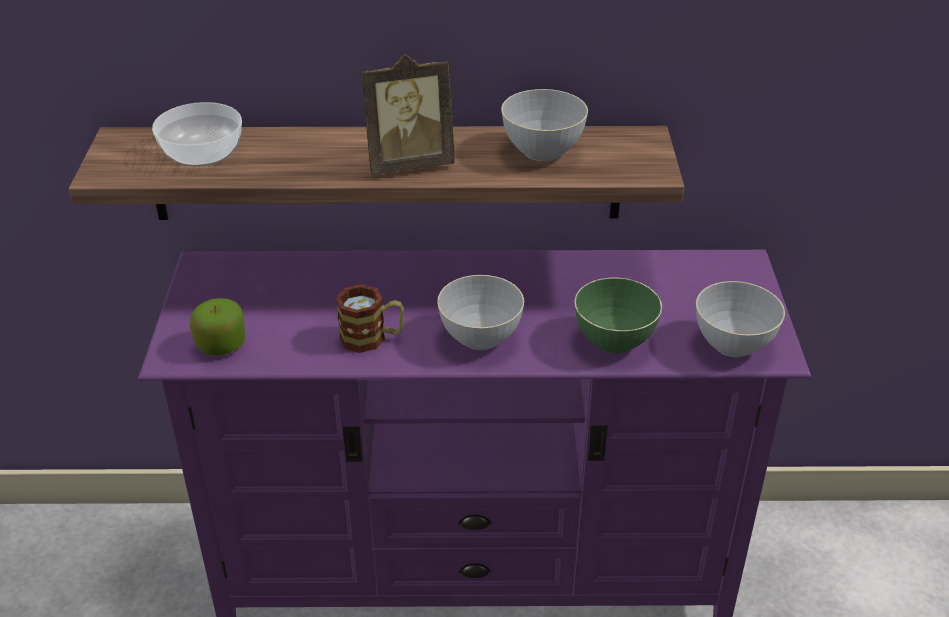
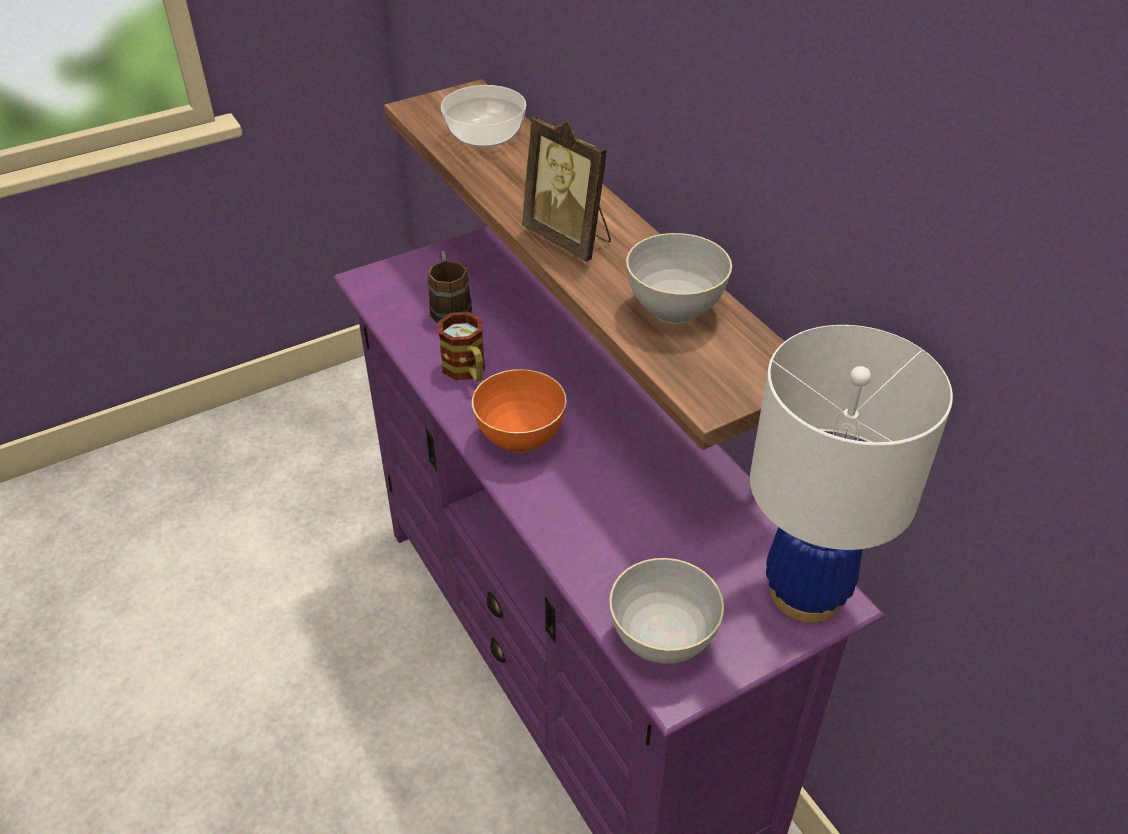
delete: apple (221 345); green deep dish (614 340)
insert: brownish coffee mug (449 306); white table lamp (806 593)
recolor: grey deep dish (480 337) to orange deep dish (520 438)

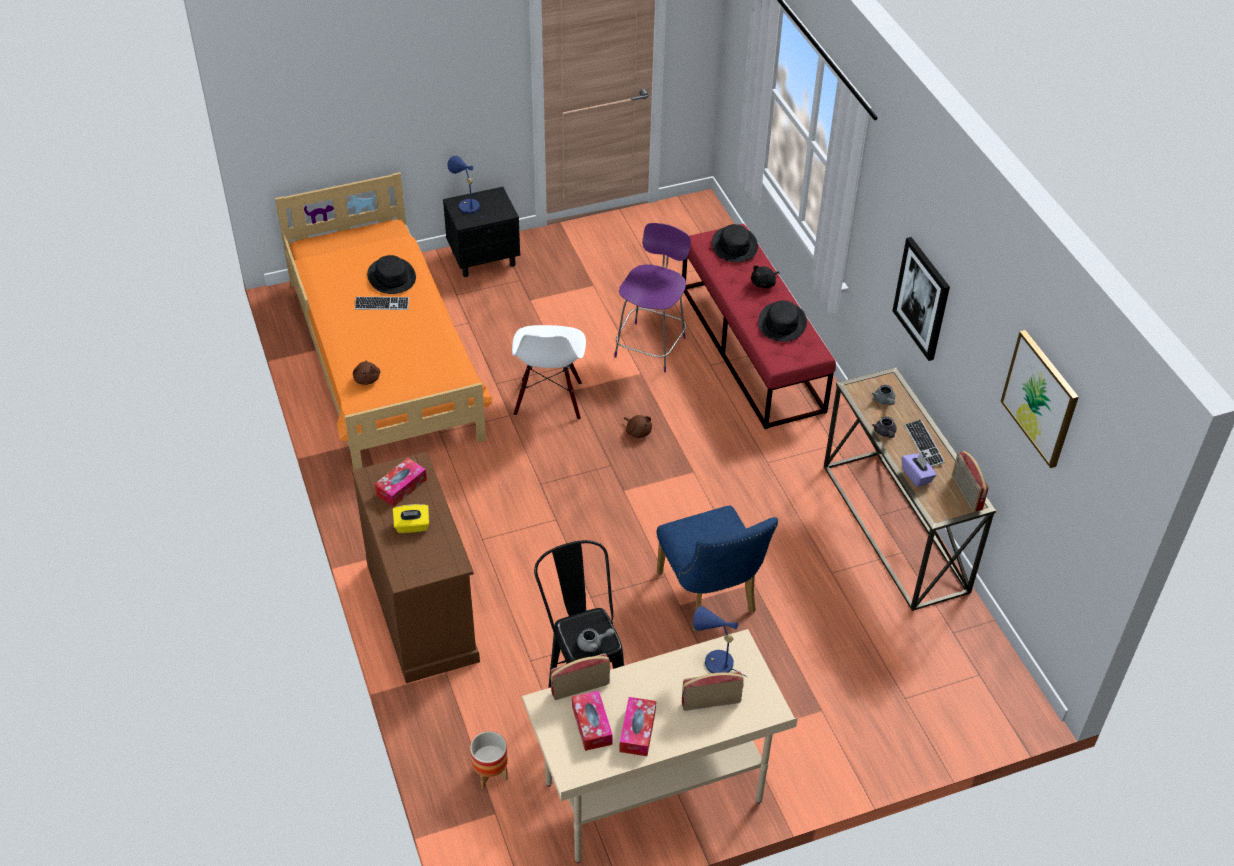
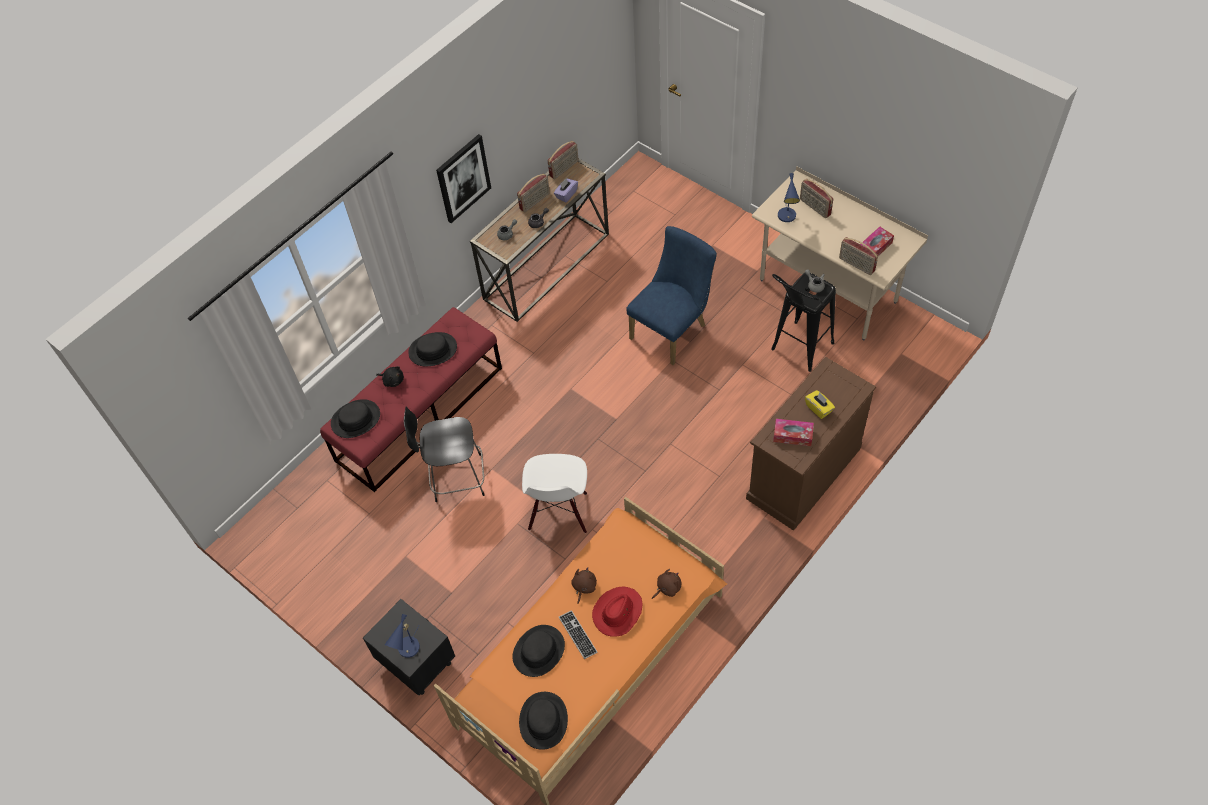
delete: plant pot (490 773); tissue holder (637 731); wall picture (1040 398)
insert: black-coloured hat (543 721); red hat (618 612)
move: brownish soft toy (638 431) to (584 587)
replace: PC keyboard (924 444) to radio set (535 201)
recolor: purplish upright chair (651 345) to black-coloured upright chair (455 478)
rotate: white upright chair (549 400) = (559 512) 120 degrees clockwise

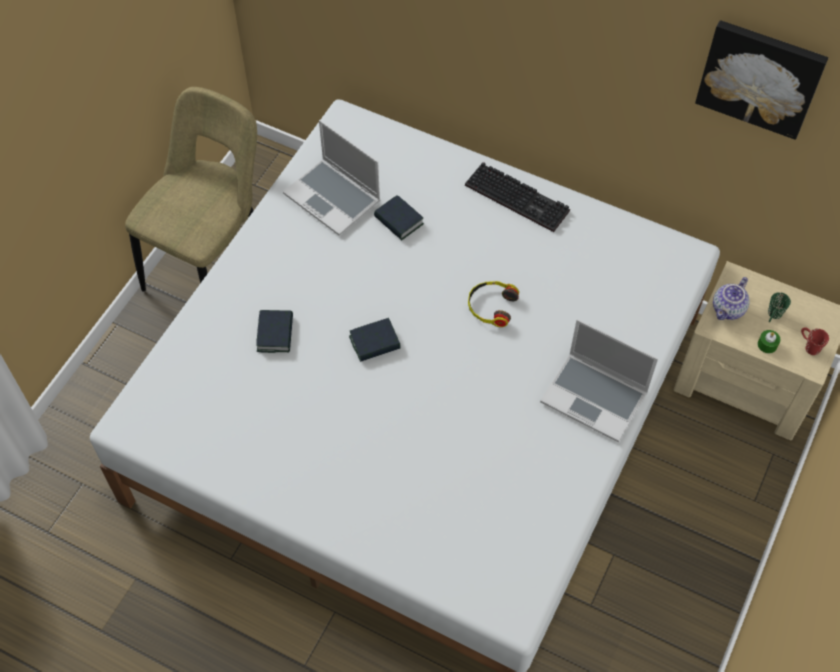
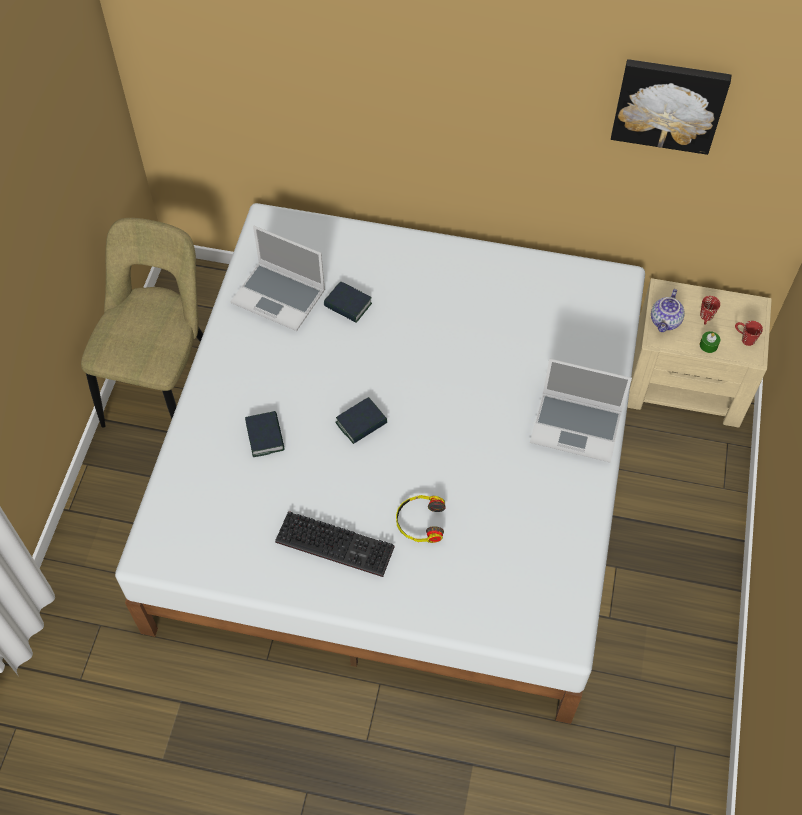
move: PC keyboard (519 198) to (337 543); headphones (491 306) to (420 522)
recolor: green coffee mug (773 316) to red coffee mug (705 319)

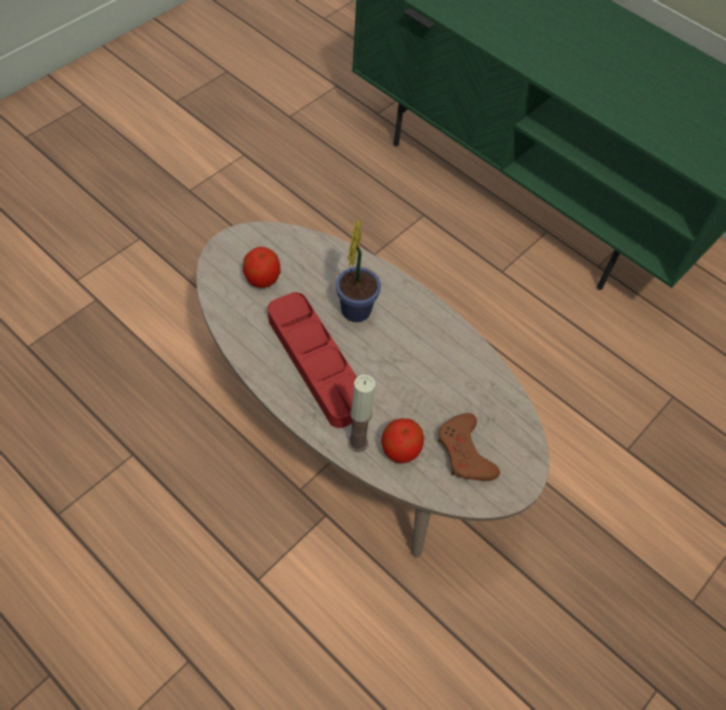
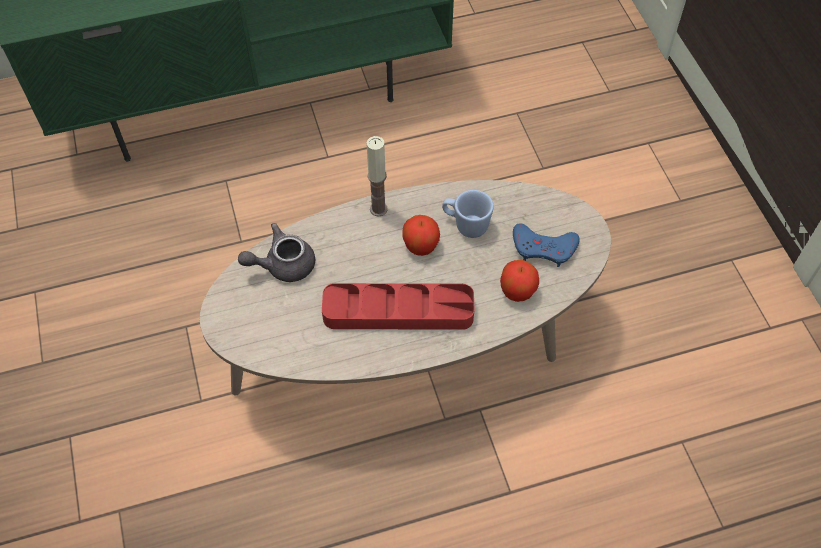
delete: houseplant (357 307)
insert: grey teapot (282 265); bluish coffee mug (465 225)
move: wax light (357 442) to (378 209); apple (262 279) to (421 246)
recolor: brownish game controller (465 452) to bluish game controller (544 248)

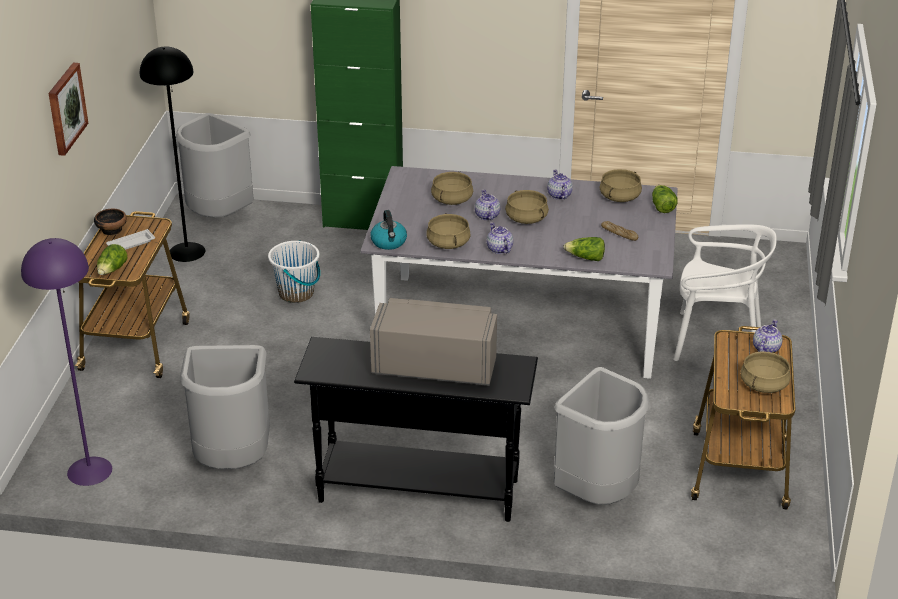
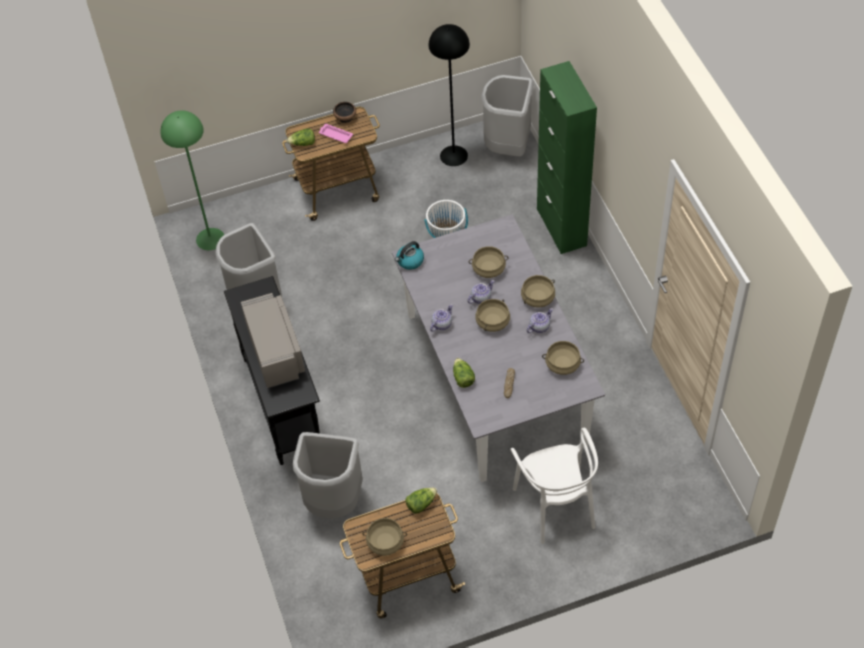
delete: wall picture (65 108); teapot (765 348)
move: head of lettuce (662 206) to (421 503); sand-coloured stockpot (448 243) to (538 298)
recolor: purplish standing lamp (89 471) to green standing lamp (210 238); white tray (130 244) to pink-coloured tray (335 135)

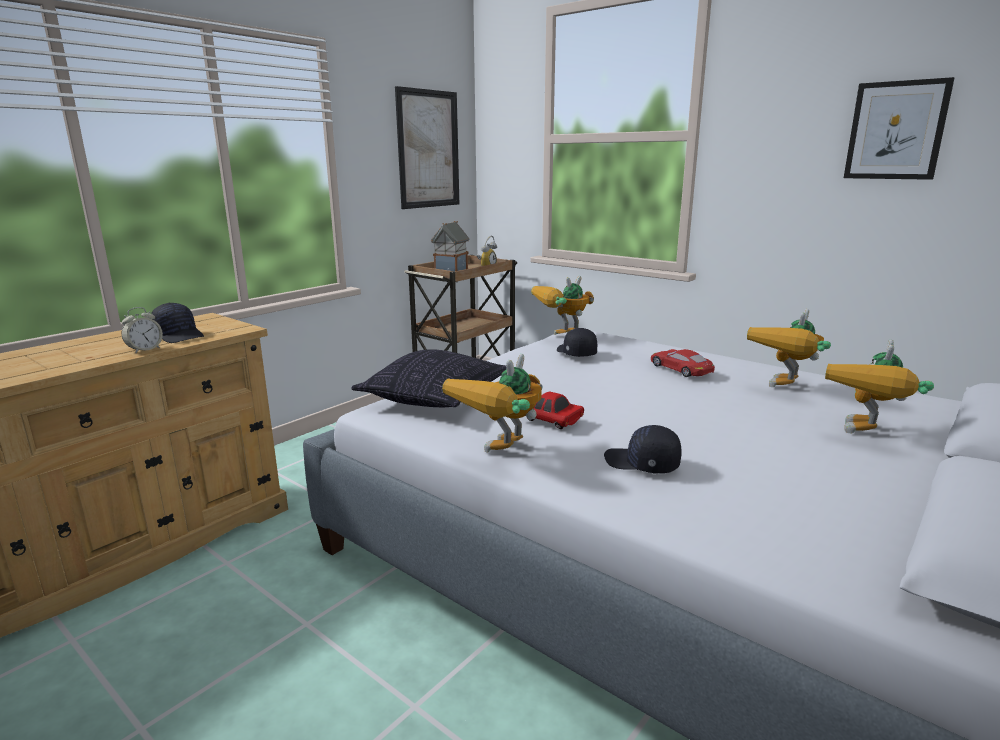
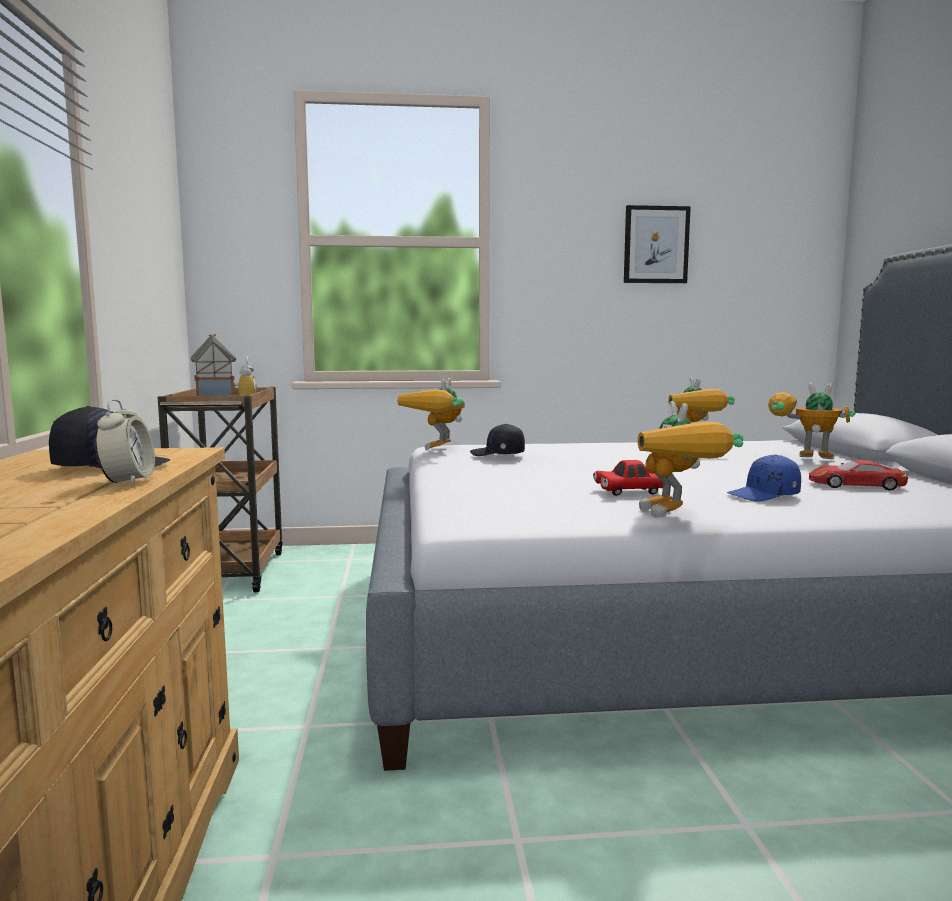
delete: pillow (435 398); wall picture (428 149)
move: red miniature car (681 368) to (856 485)
recolor: black-coloured baseball cap (641 464) to bluish baseball cap (764 495)
rotate: model robot (867 436) = (800 459) 135 degrees clockwise

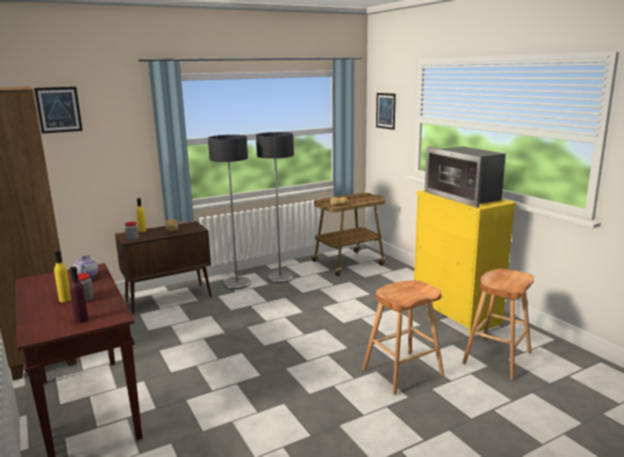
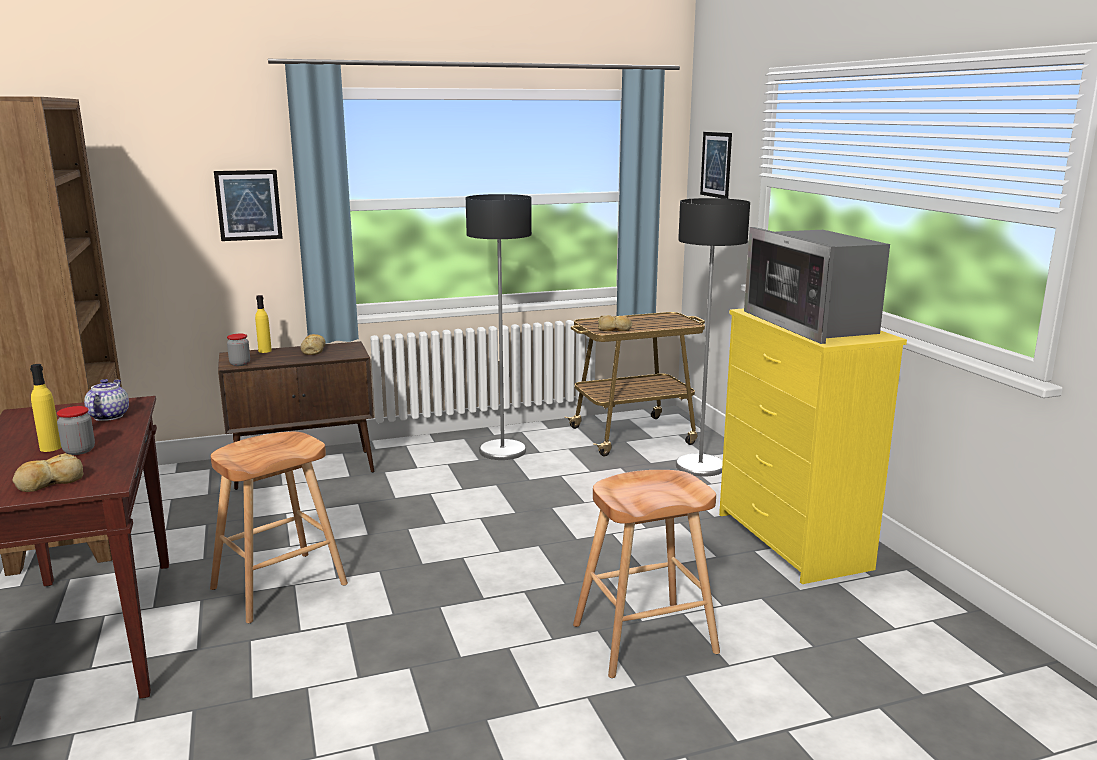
move: brownish stool (497 358) to (279 587); wall picture (59 109) to (248 205); standing lamp (237 284) to (700 466)
replace: purplish beverage bottle (81 320) to bread (49 482)

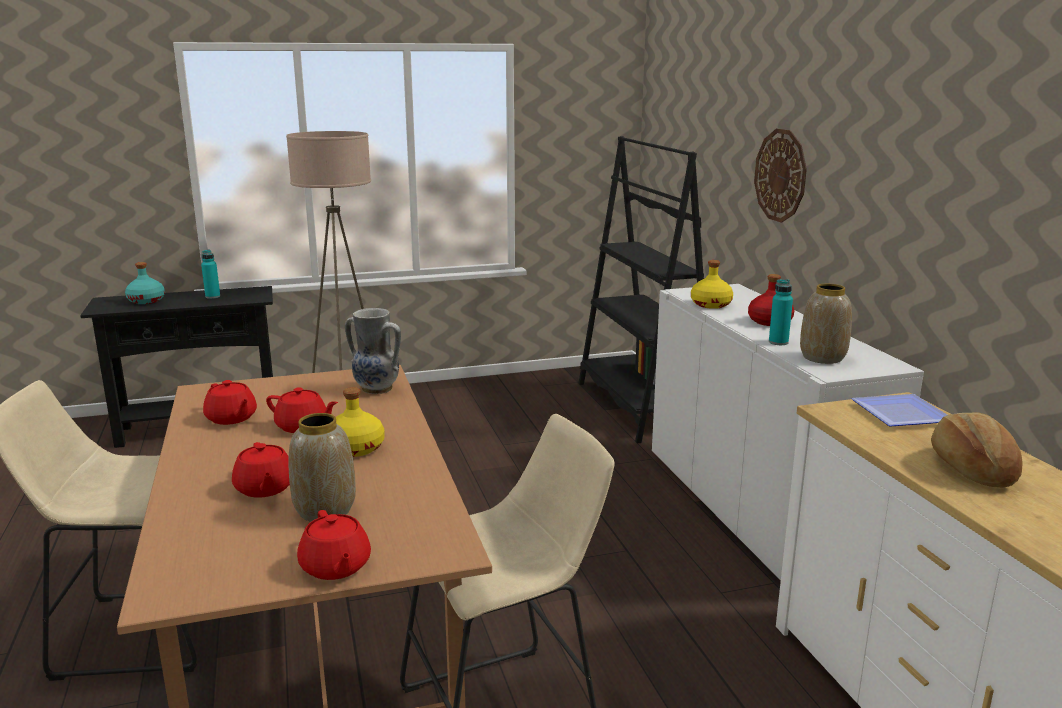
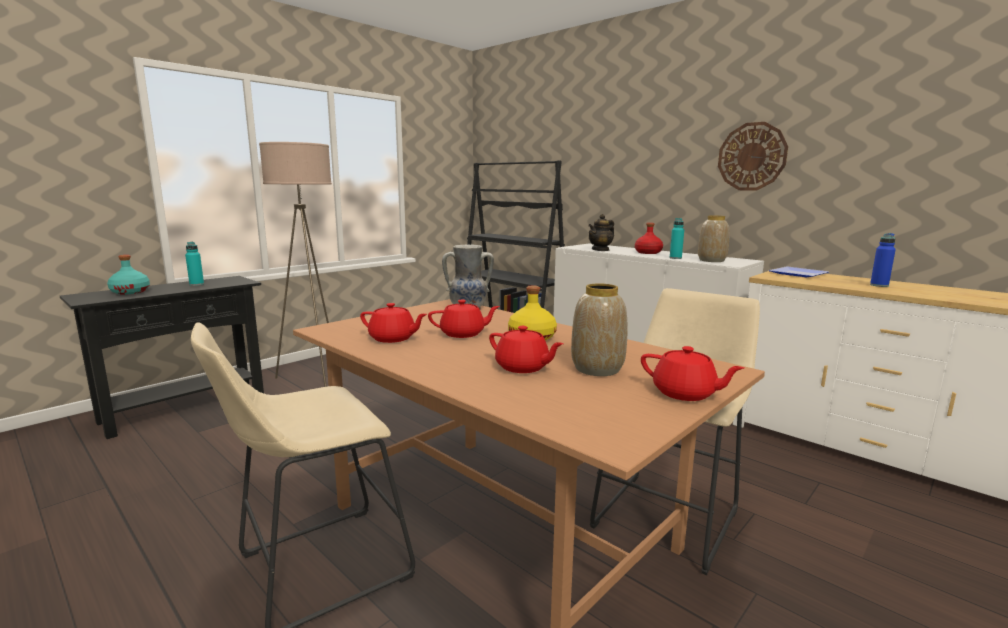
move: wall clock (780 175) to (752 156)
replace: yellow beverage bottle (711 304) to teapot (600 250); bread (971 469) to bluish beverage bottle (879 285)

